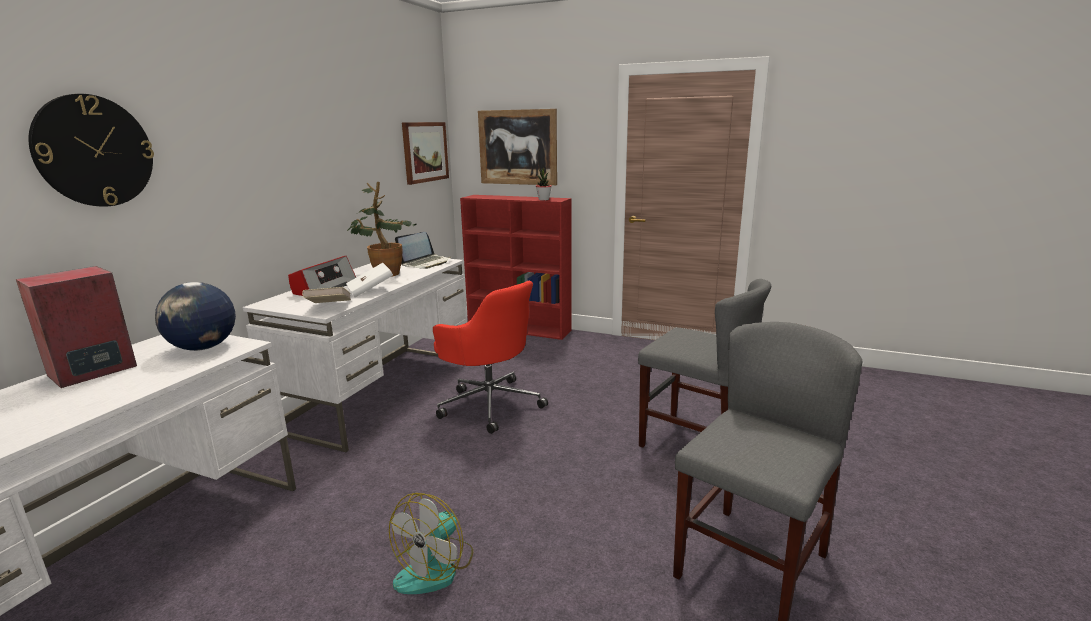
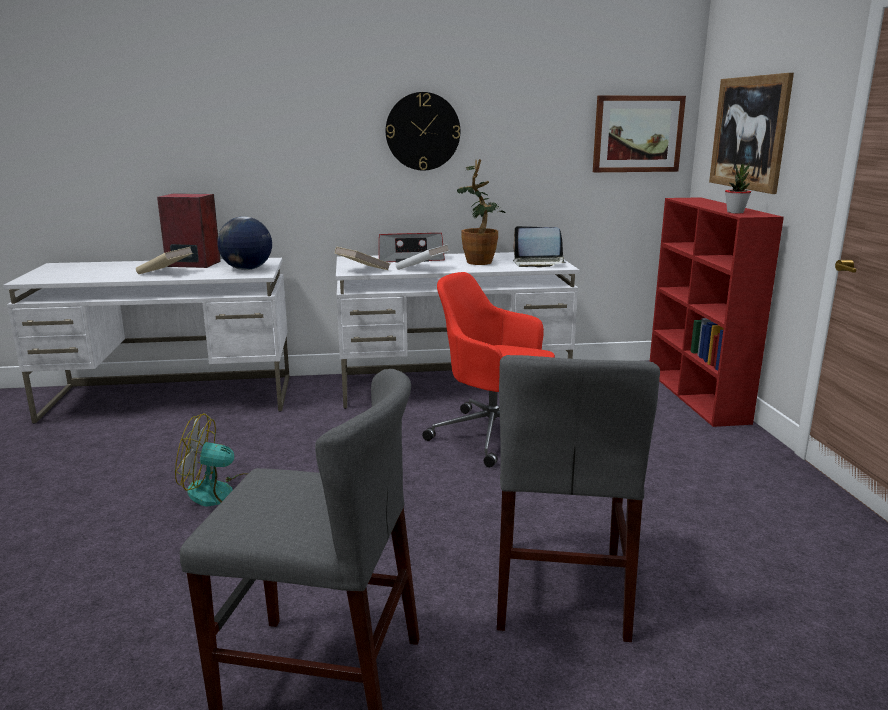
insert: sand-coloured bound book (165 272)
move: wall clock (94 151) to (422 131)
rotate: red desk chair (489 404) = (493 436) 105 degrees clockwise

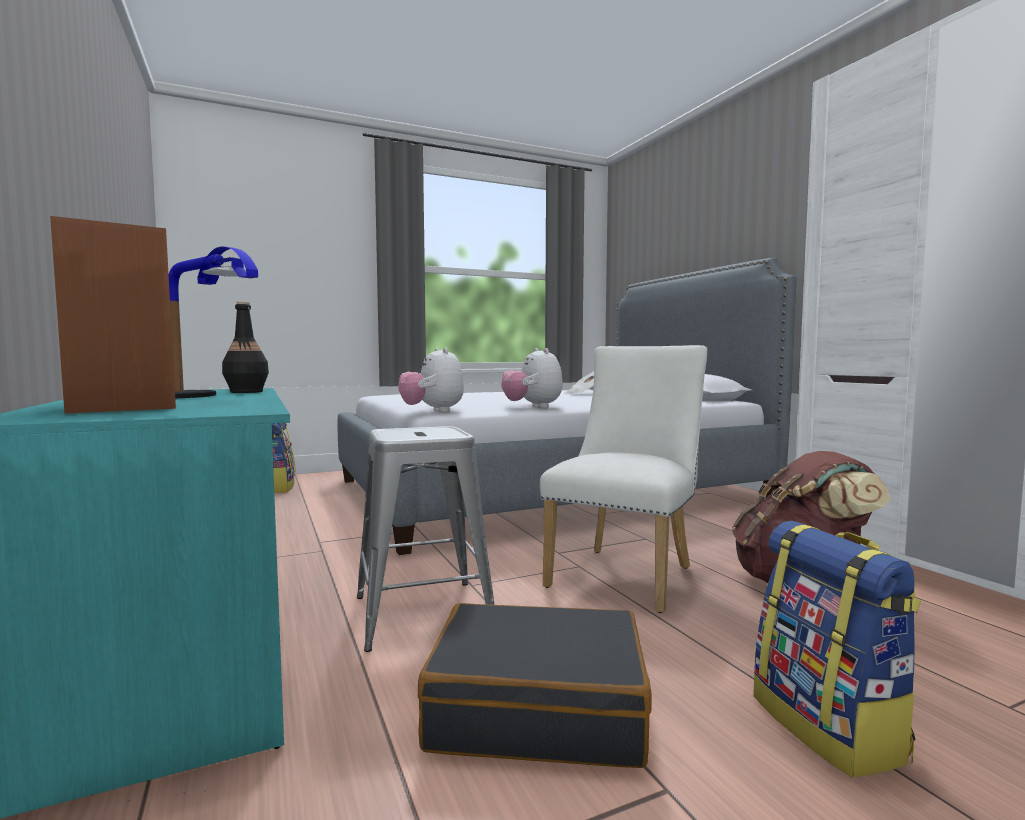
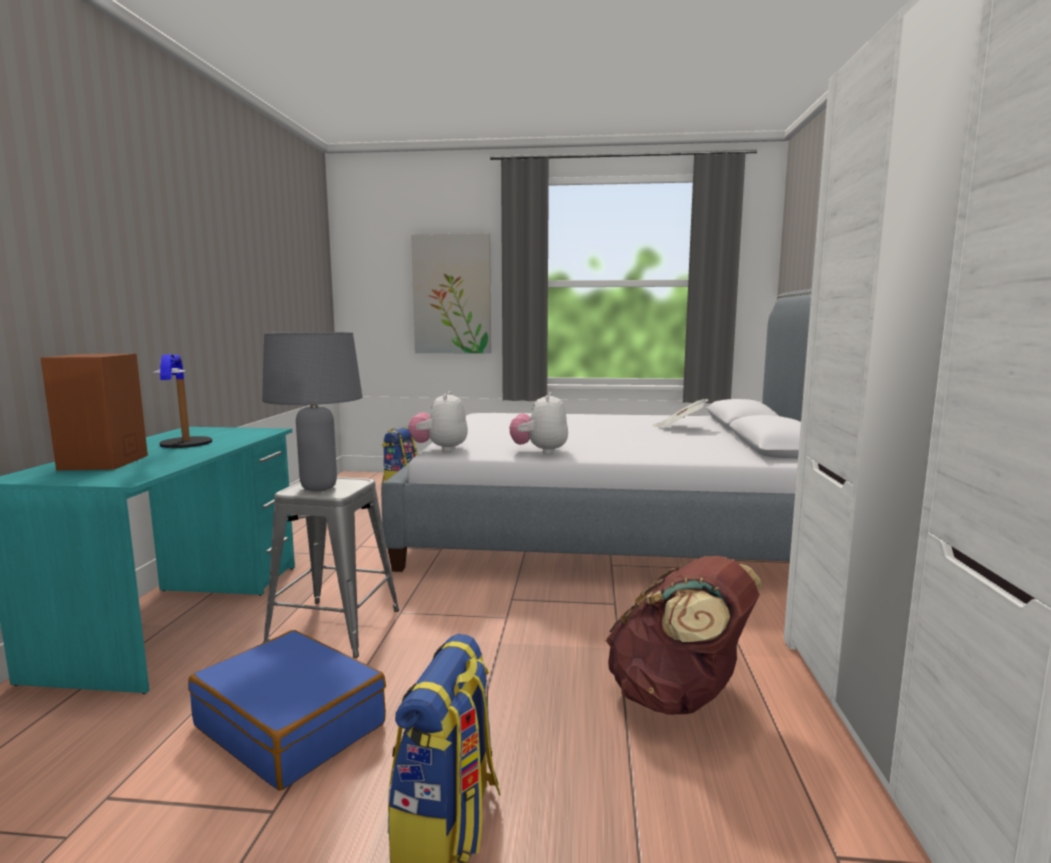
delete: black-coloured beverage bottle (246 392); white upright chair (626 573)
insert: grey table lamp (319 487); wall picture (452 294)
recolor: black-coloured suitcase (537 708) to bluish suitcase (291 725)

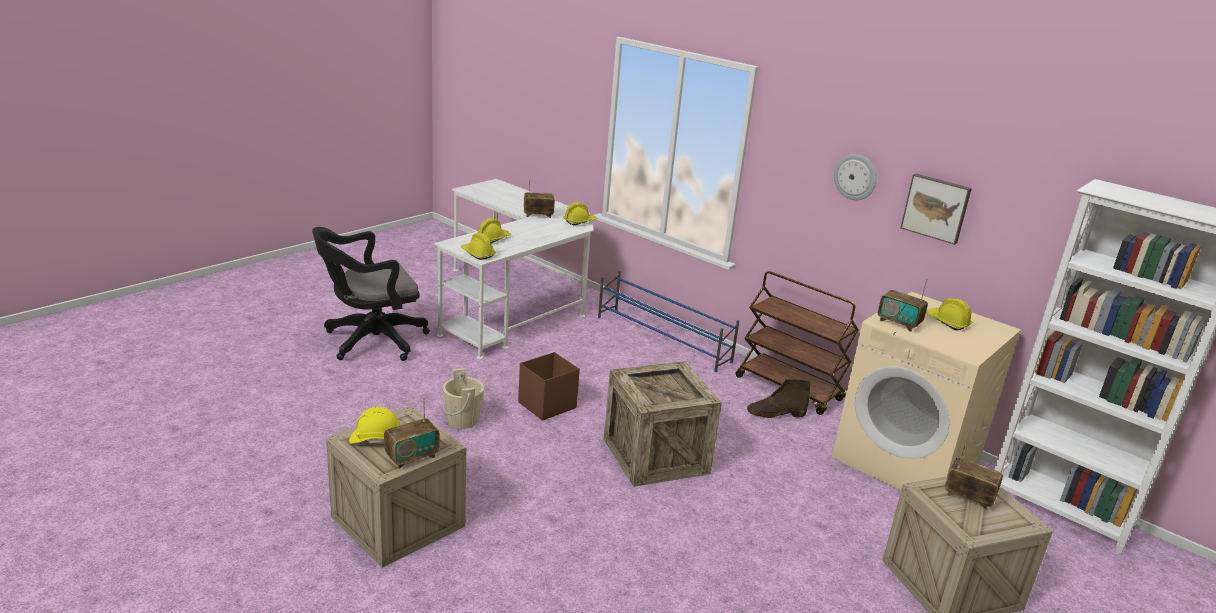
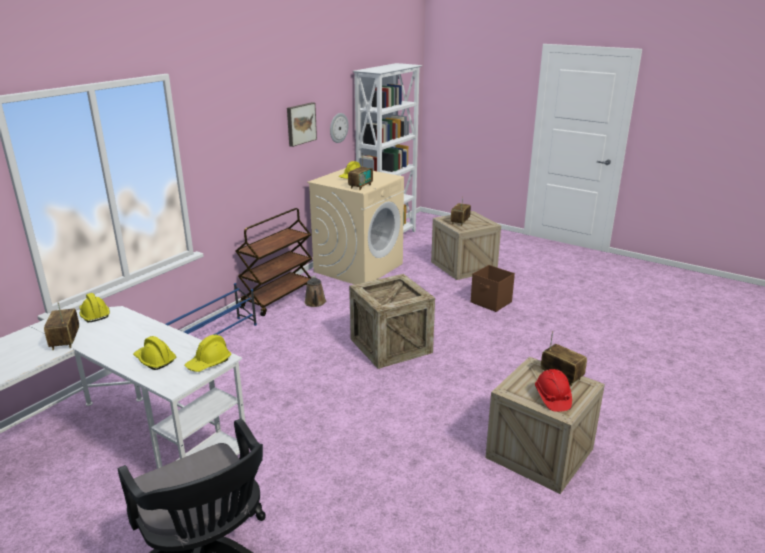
delete: sand-coloured pail (463 420)
move: wall clock (855 176) to (338 128); brownish storage box (546 405) to (491 302)
replace: brownish boot (775 413) to brownish watering pot (315 303)
recolor: yellow work helmet (375 438) to red work helmet (552 398)

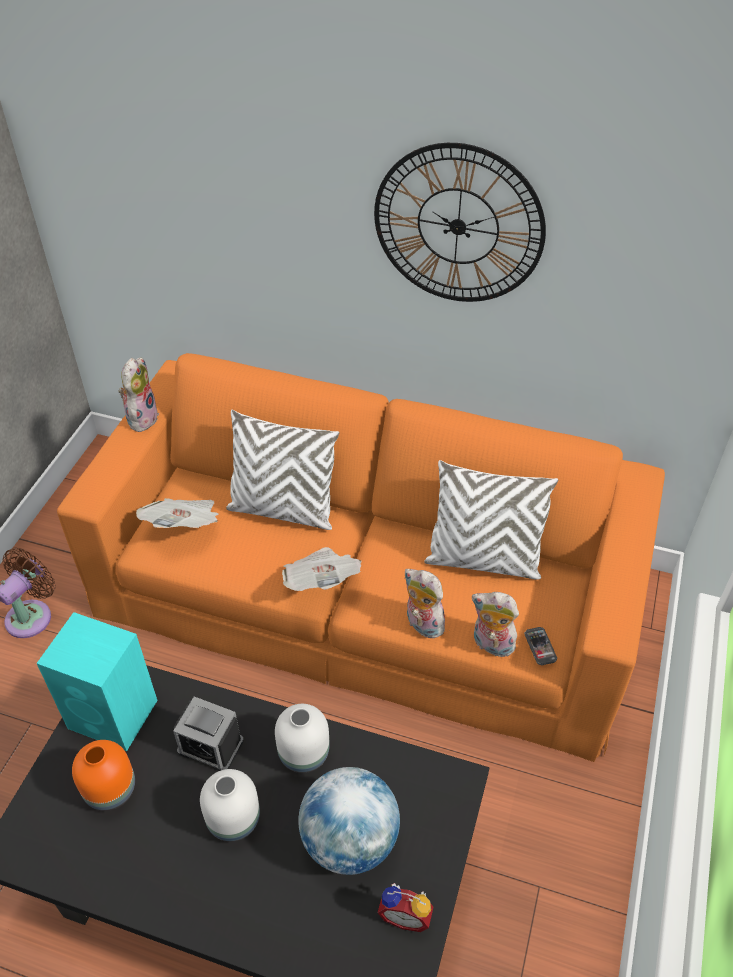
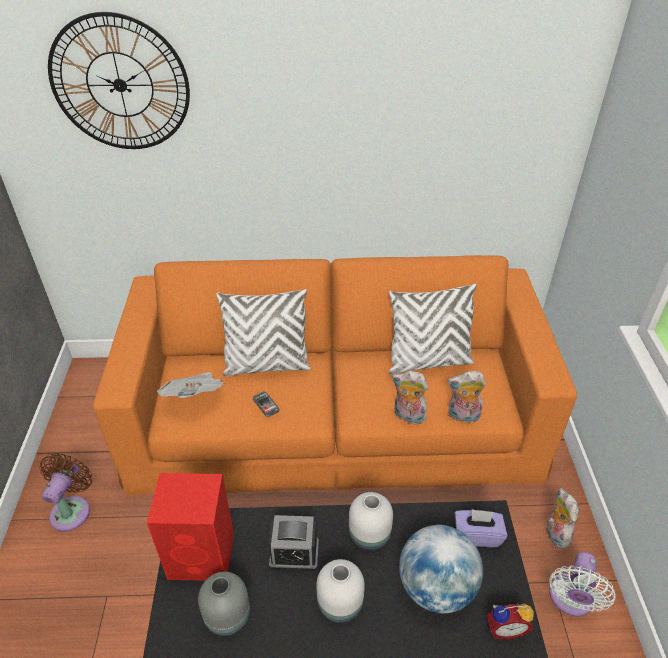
delete: printed paper (321 582)
insert: purplish tissue holder (477 535); white fan (570 600)
move: wall clock (458 226) to (120 85); phone (540 646) to (266 405); soft toy (141 418) to (555 533)
recolor: turquoise loudspeaker (115 715) to red loudspeaker (203 555); orange flower vase (109 789) to grey flower vase (226 616)

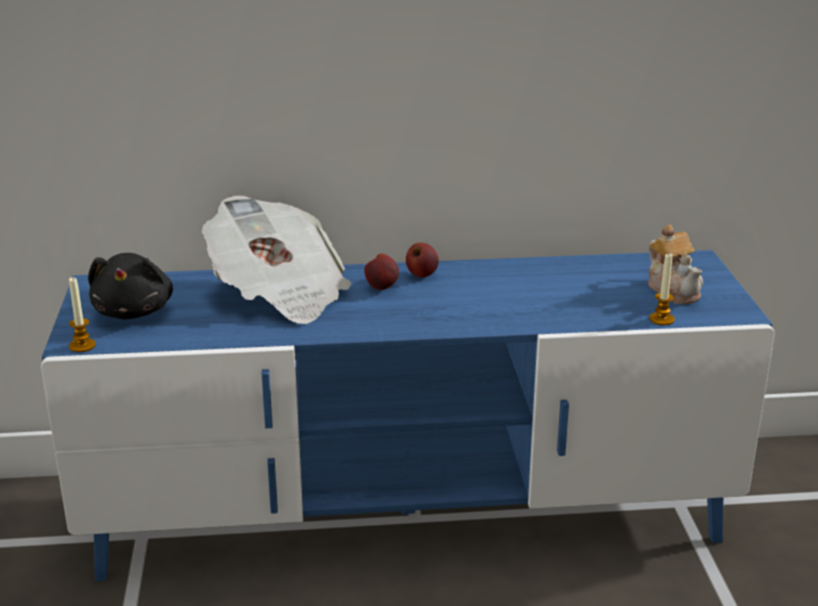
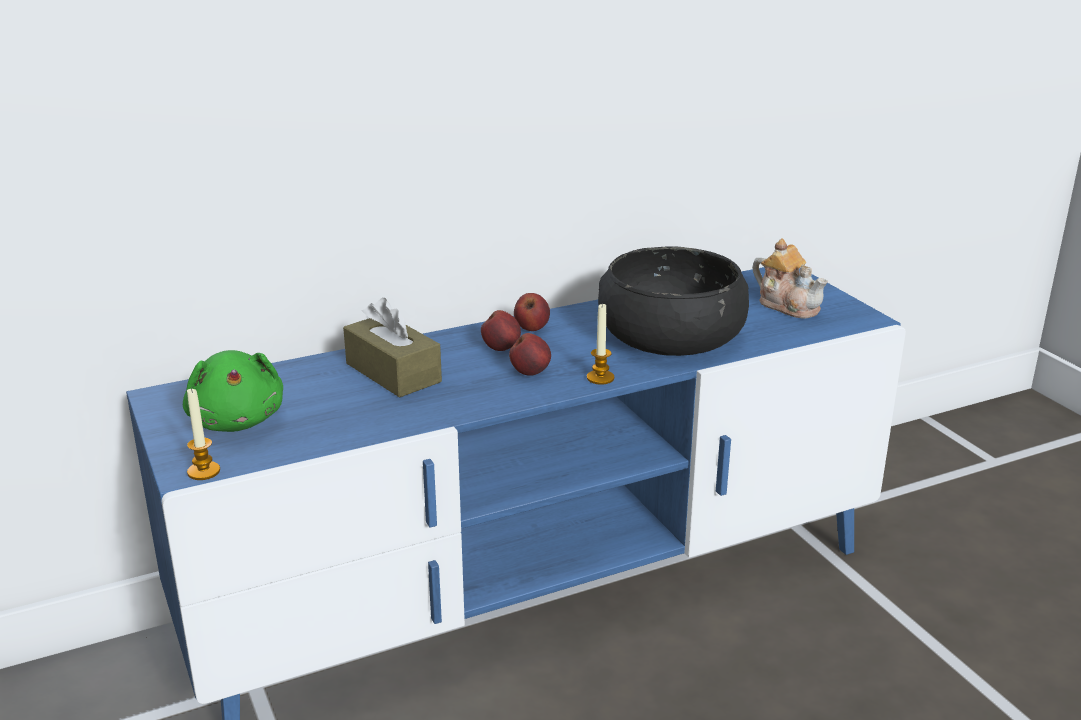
insert: apple (530 372); black-coloured deep dish (670 336)
move: wax light (661 319) to (600 378)
replace: printed paper (279 294) to brownish tissue holder (393 373)
recolor: black-coloured soft toy (134 311) to green soft toy (237 420)

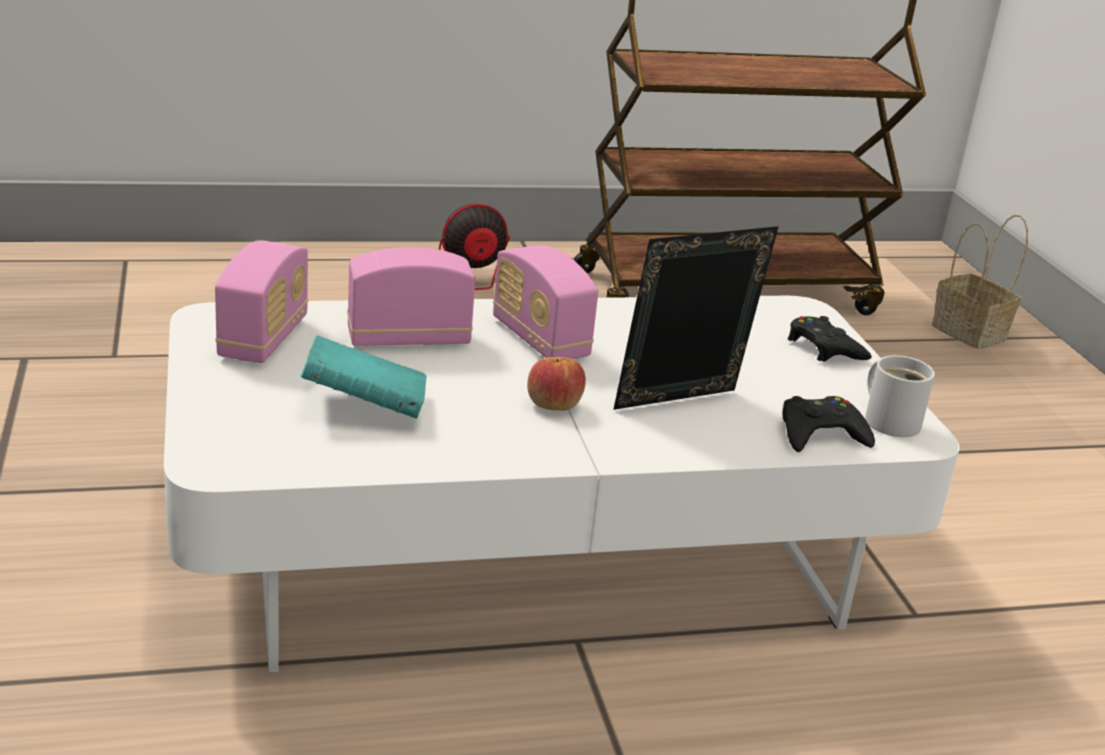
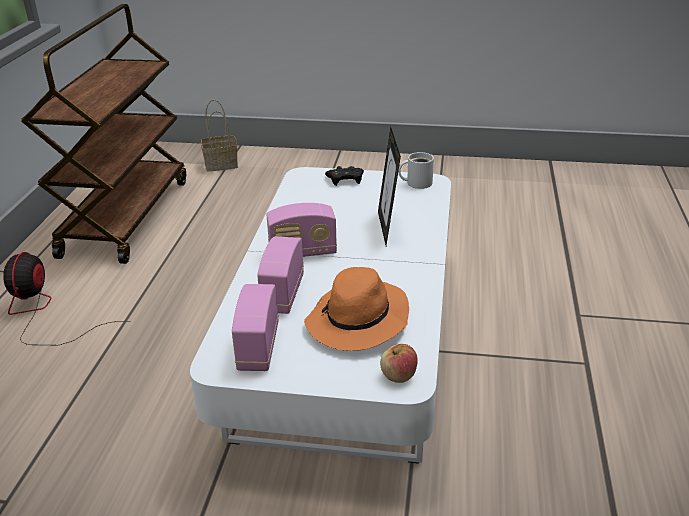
delete: black-coloured game controller (820 434)
move: apple (553 404) to (398 375)
replace: turquoise bound book (364 406) to orange hat (358 322)
rotate: radio set (264 338) = (258 347) 120 degrees counterclockwise

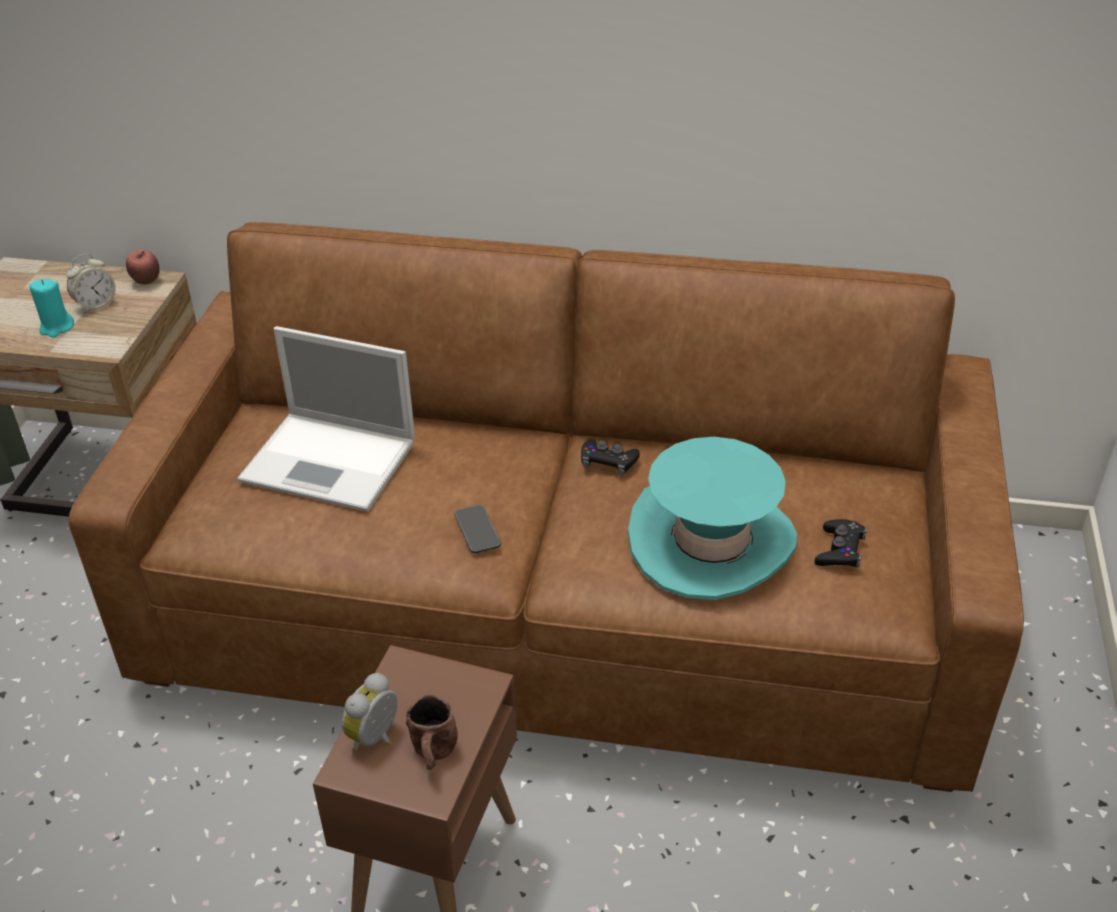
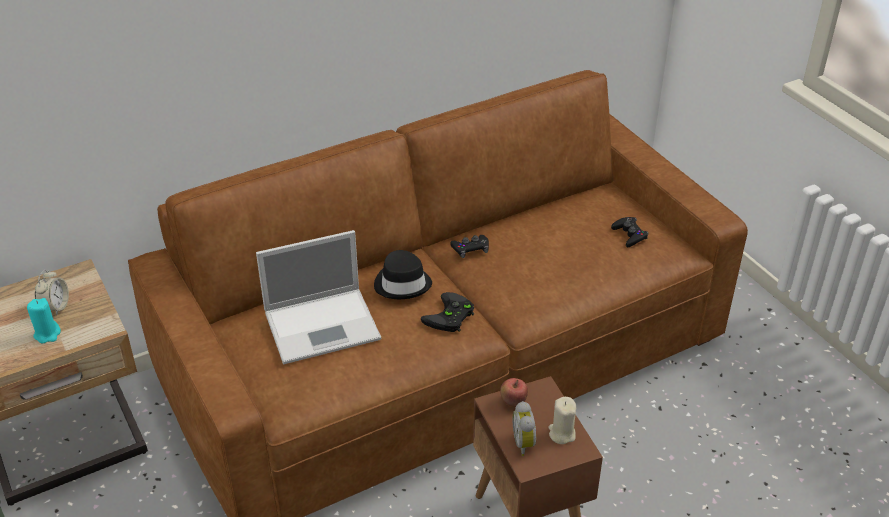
delete: turquoise hat (711 542)
insert: black-coloured hat (403 284)
move: apple (146 281) to (513 402)
replace: phone (477 530) to black-coloured game controller (450 317); brownish coffee mug (434 756) to sand-coloured wax light (561 433)

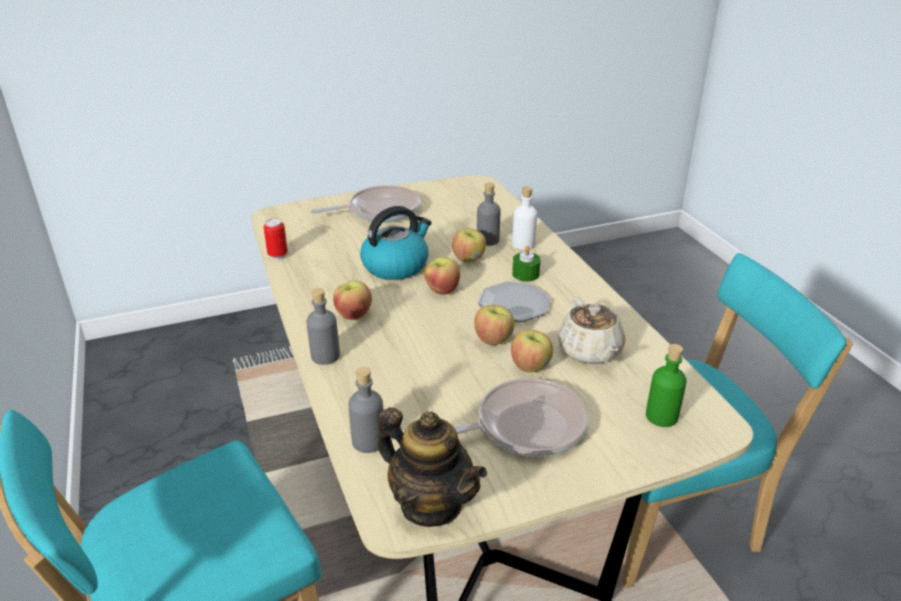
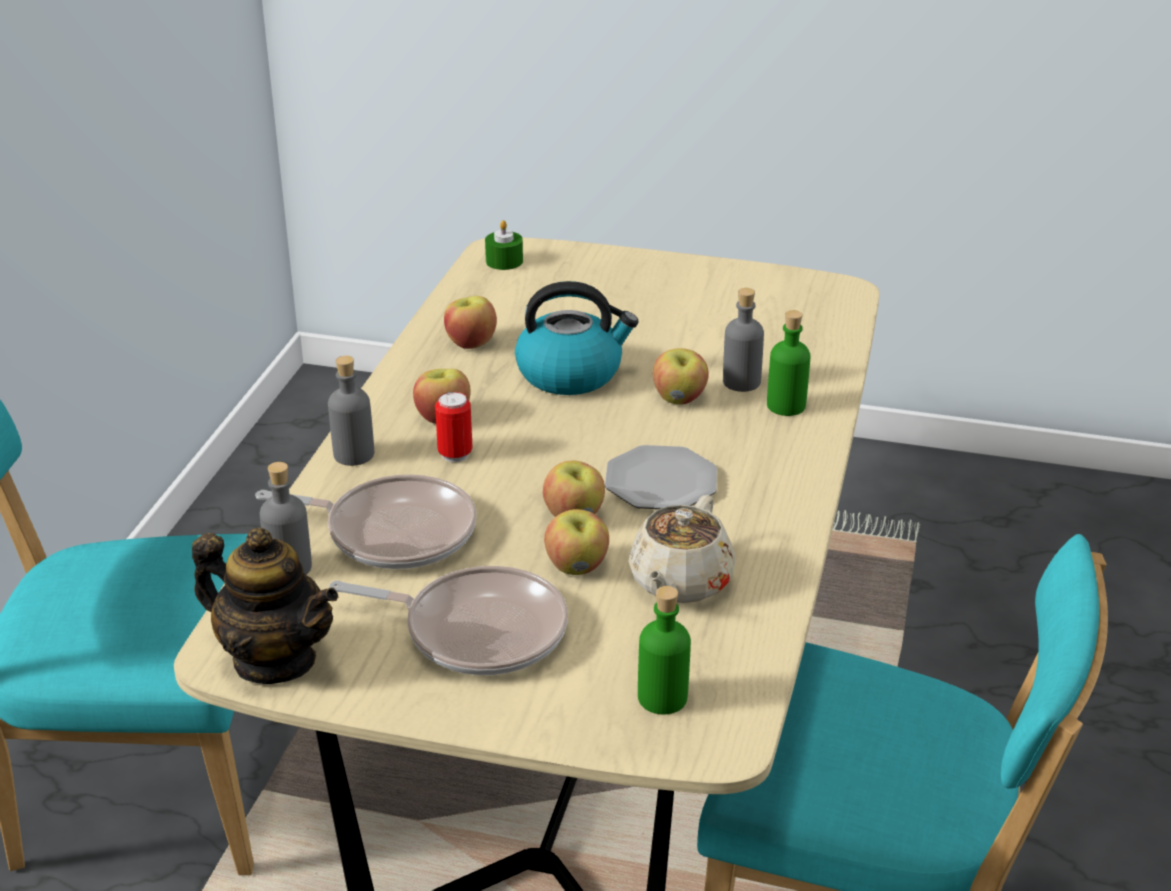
move: skillet (379 210) to (392 531); sealed can (278 255) to (455 454); apple (442 290) to (471 342); green wax light (525 274) to (504 261)
recolor: white beverage bottle (523 244) to green beverage bottle (786 406)
rotate: teapot (431 504) = (274 660) 45 degrees counterclockwise

